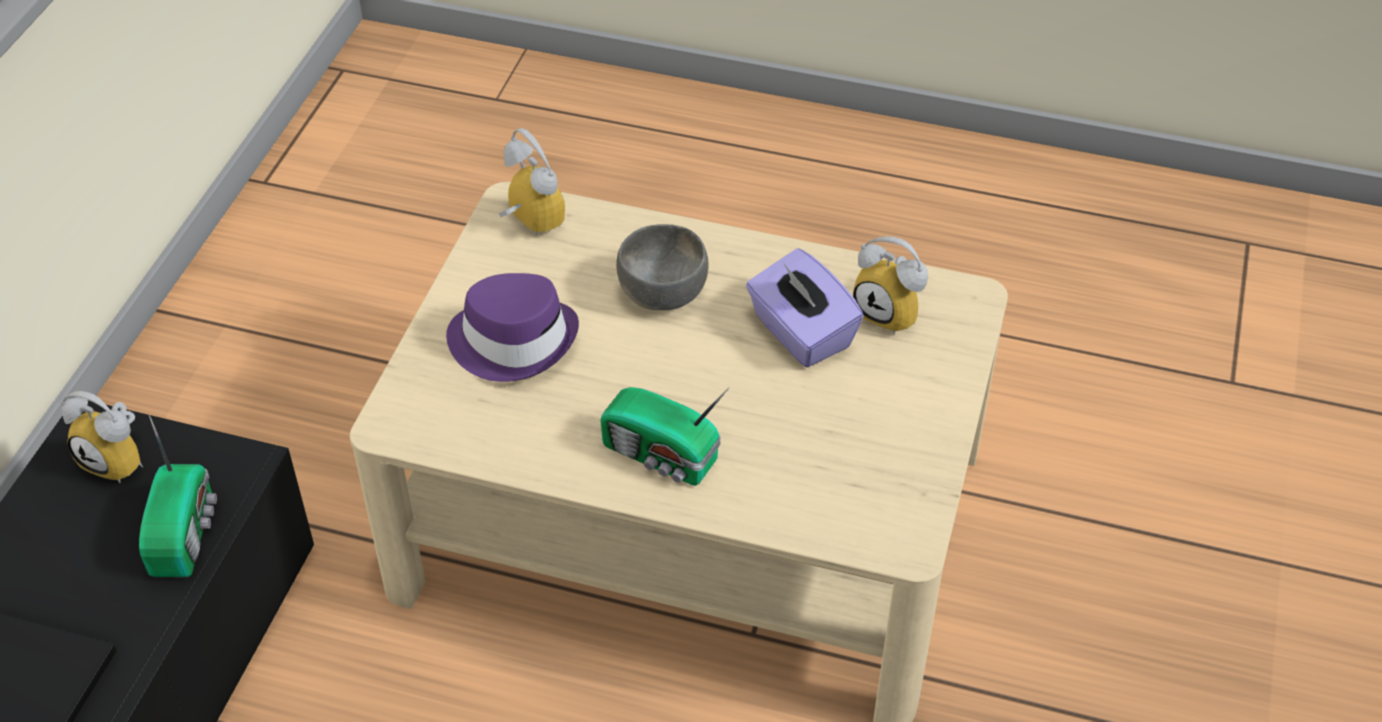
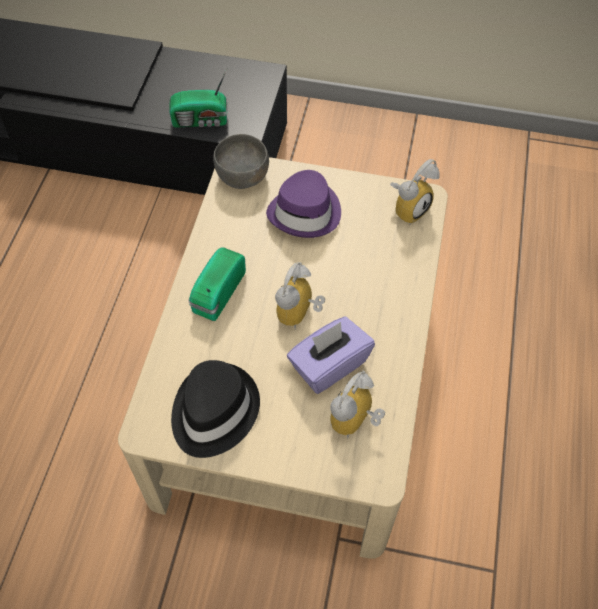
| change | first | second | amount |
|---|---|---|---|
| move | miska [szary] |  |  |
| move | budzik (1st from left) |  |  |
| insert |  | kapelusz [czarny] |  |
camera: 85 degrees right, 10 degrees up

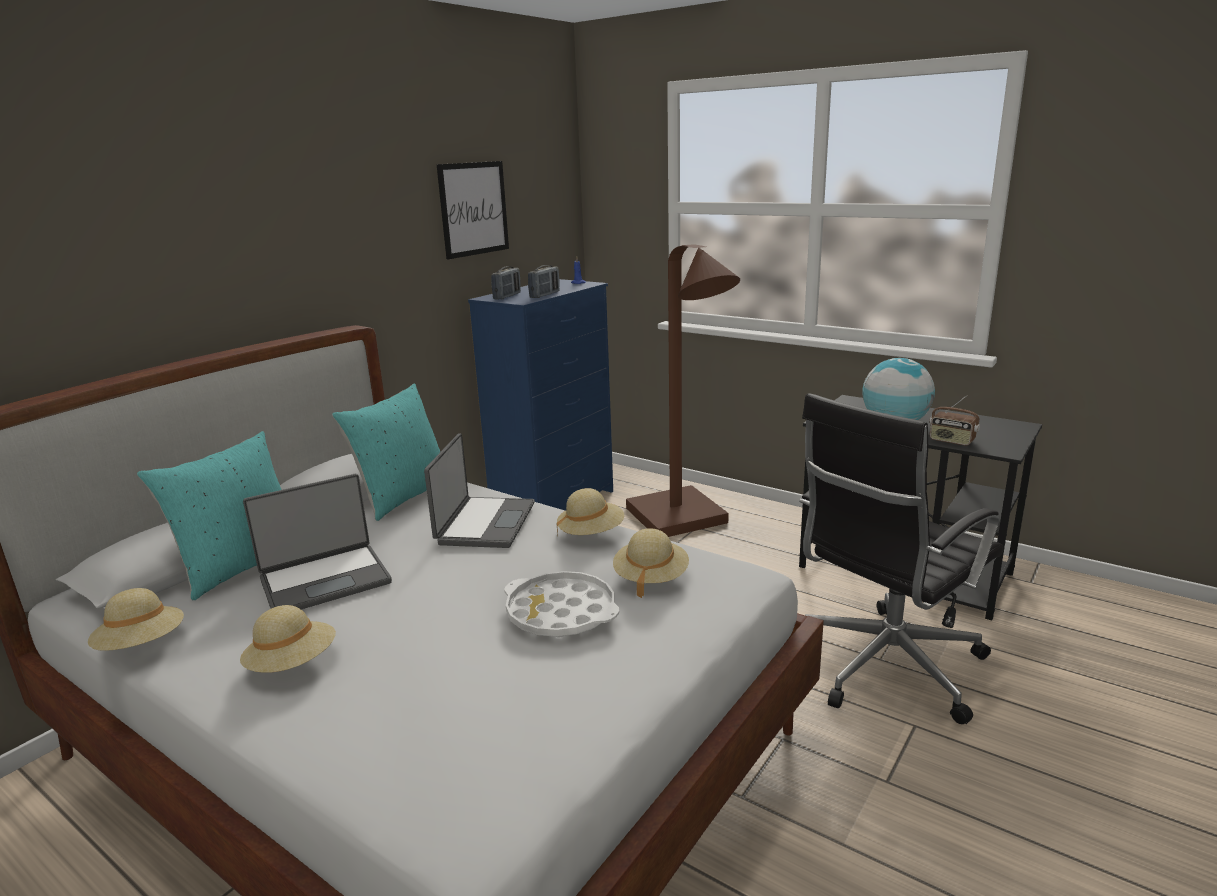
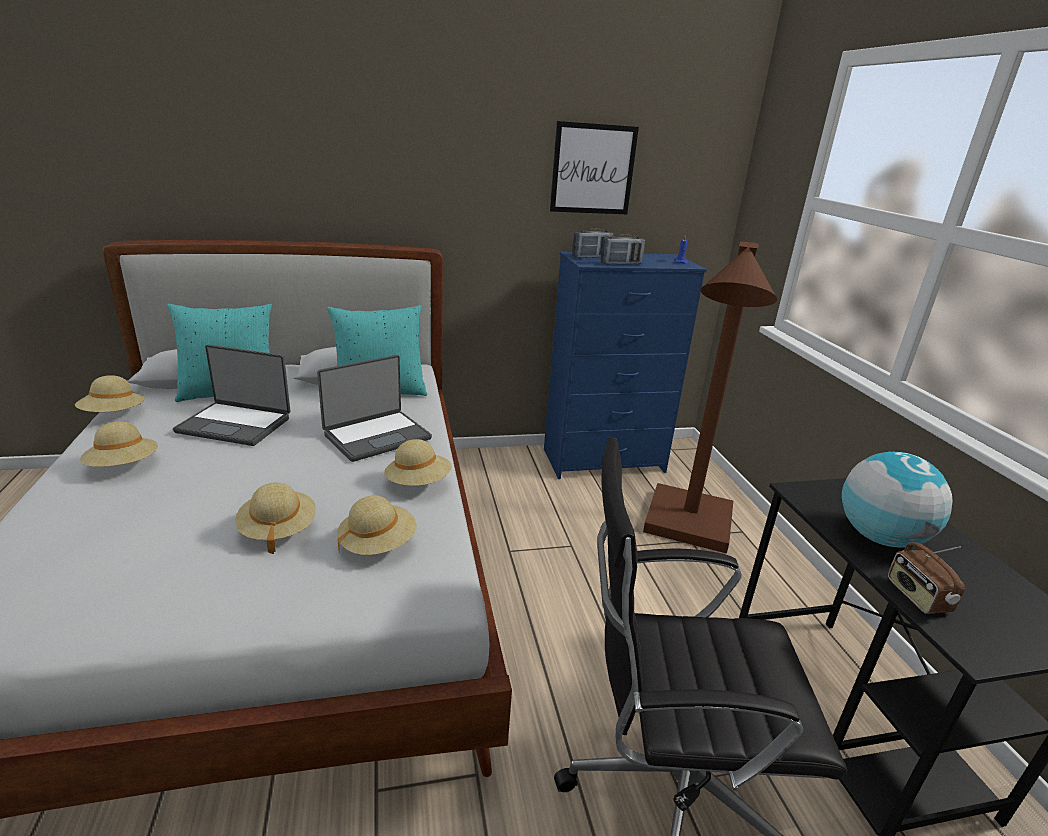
| change | first | second | amount |
|---|---|---|---|
| replace | taca [biały] | kapelusz [beżowy] (3rd from left) |  |
camera: 40 degrees right, 5 degrees up

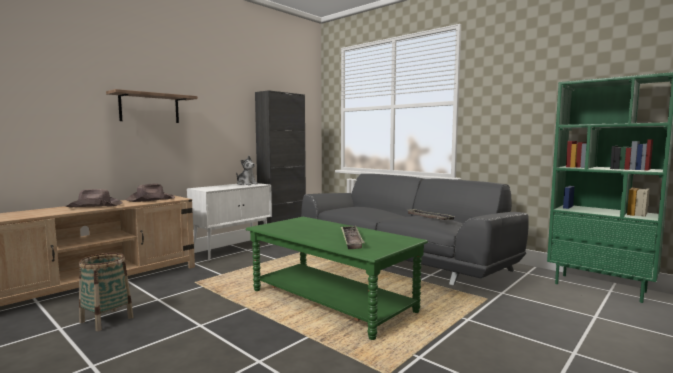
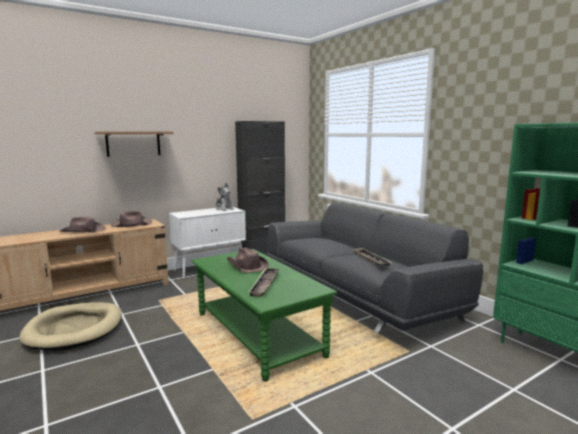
| change | first | second | amount |
|---|---|---|---|
| replace | koszyk | legowisko [beżowy] |  |
| insert |  | kapelusz [brązowy] (3rd from left) |  |
camera: 15 degrees right, 5 degrees up

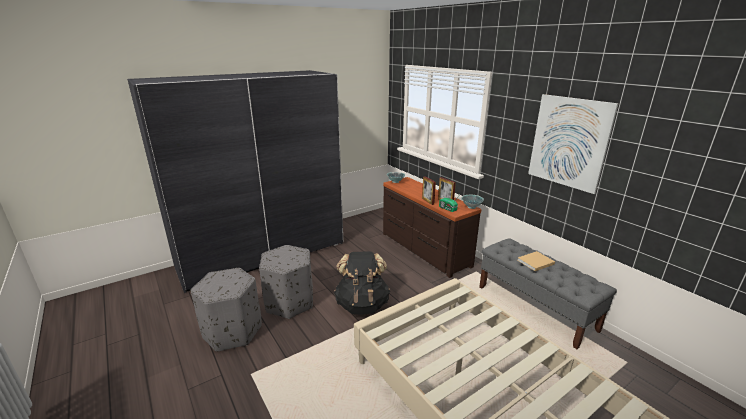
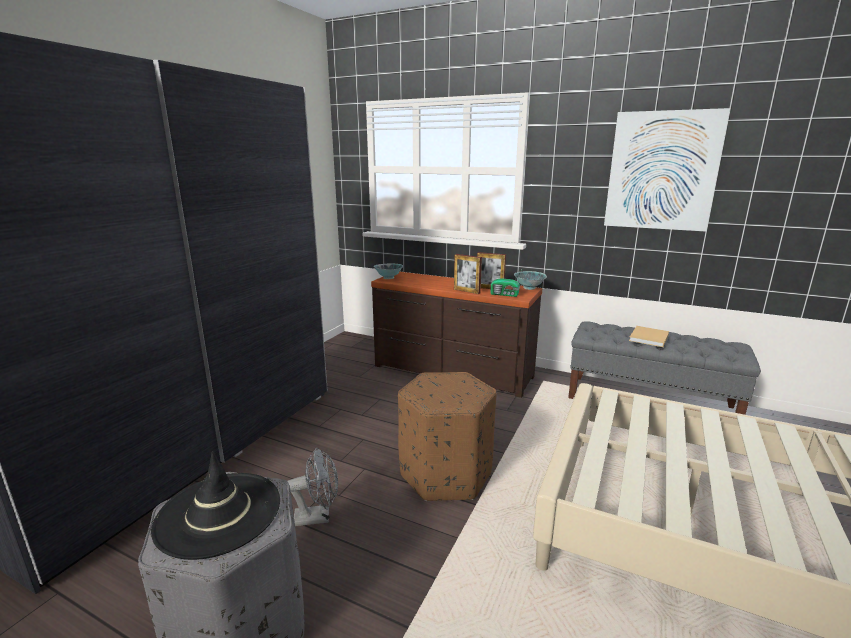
| change | first | second | amount |
|---|---|---|---|
| replace | pufa [szary] (2nd from left) | wentylator [szary] |  |
| replace | plecak [czarny] | pufa [brązowy] |  |
| insert |  | kapelusz [czarny] |  |
camera: 30 degrees left, 5 degrees down

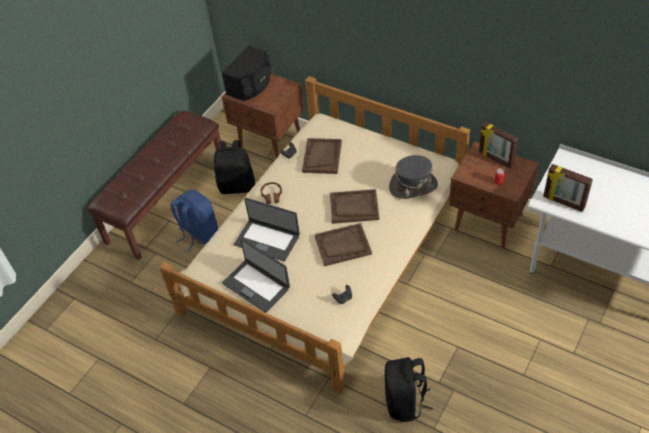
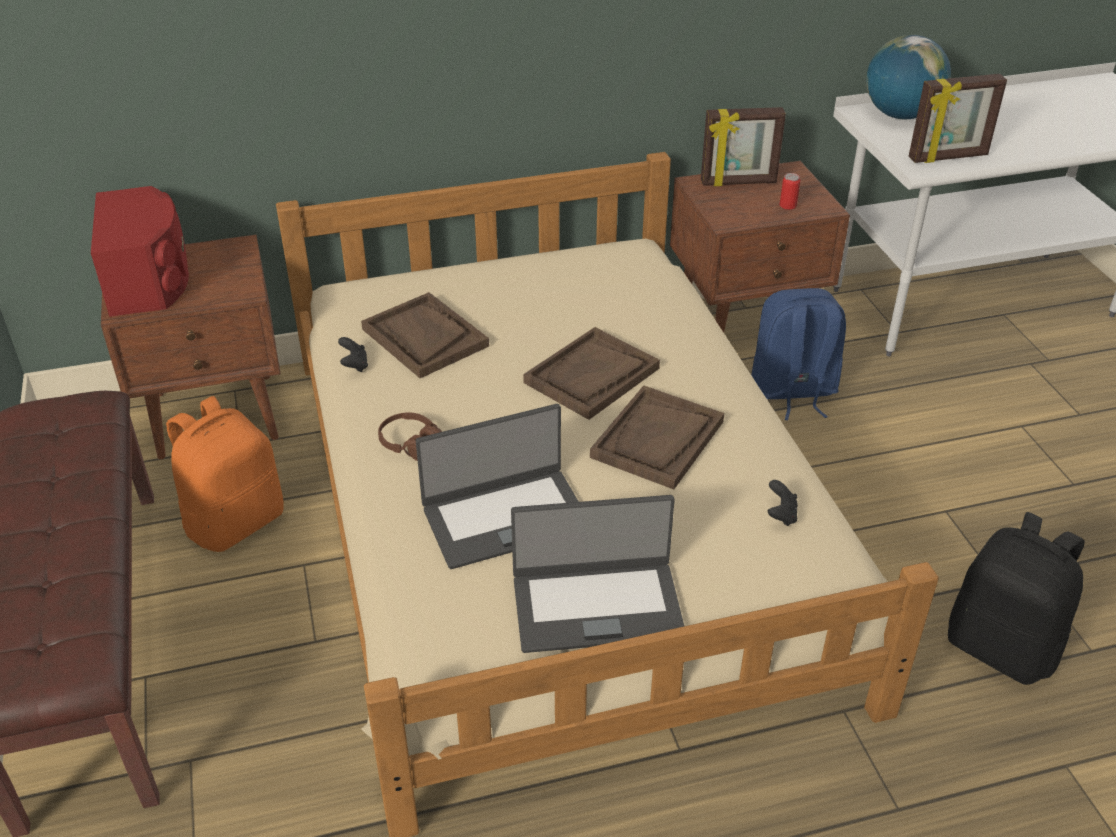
| change | first | second | amount |
|---|---|---|---|
| recolor | głośnik [czarny] | głośnik [czerwony] |  |
| recolor | plecak [czarny] (1st from left) | plecak [pomarańczowy] |  |
| delete | kapelusz [szary] |  |  |
| move | plecak [niebieski] |  |  |
| insert |  | globus |  |
camera: 50 degrees left, 10 degrees down

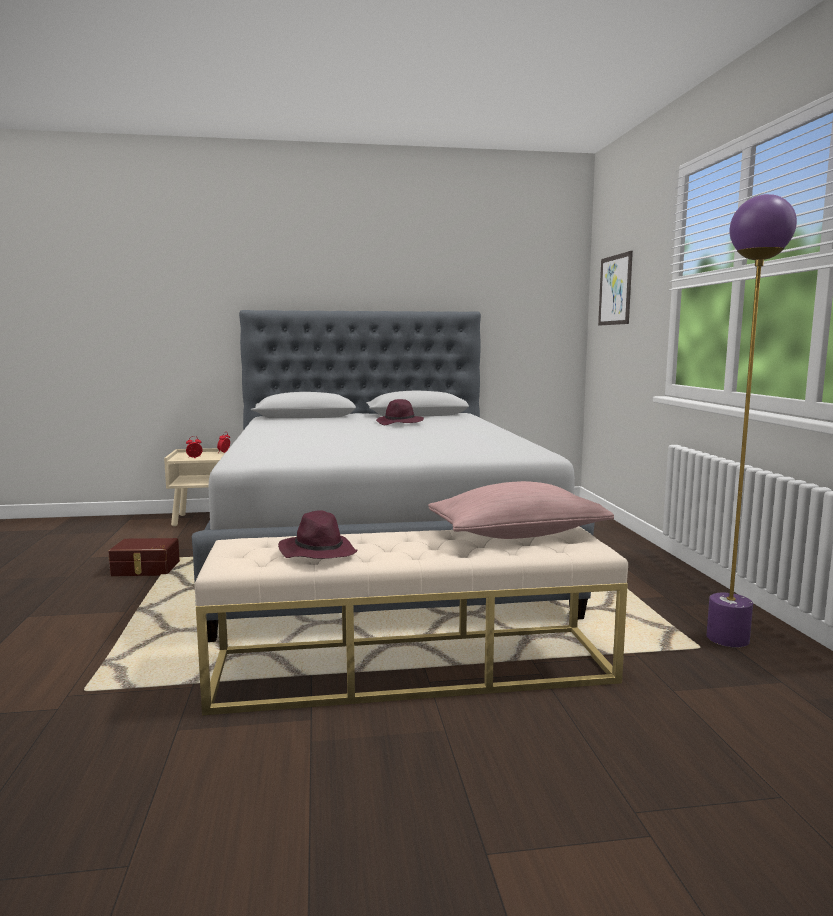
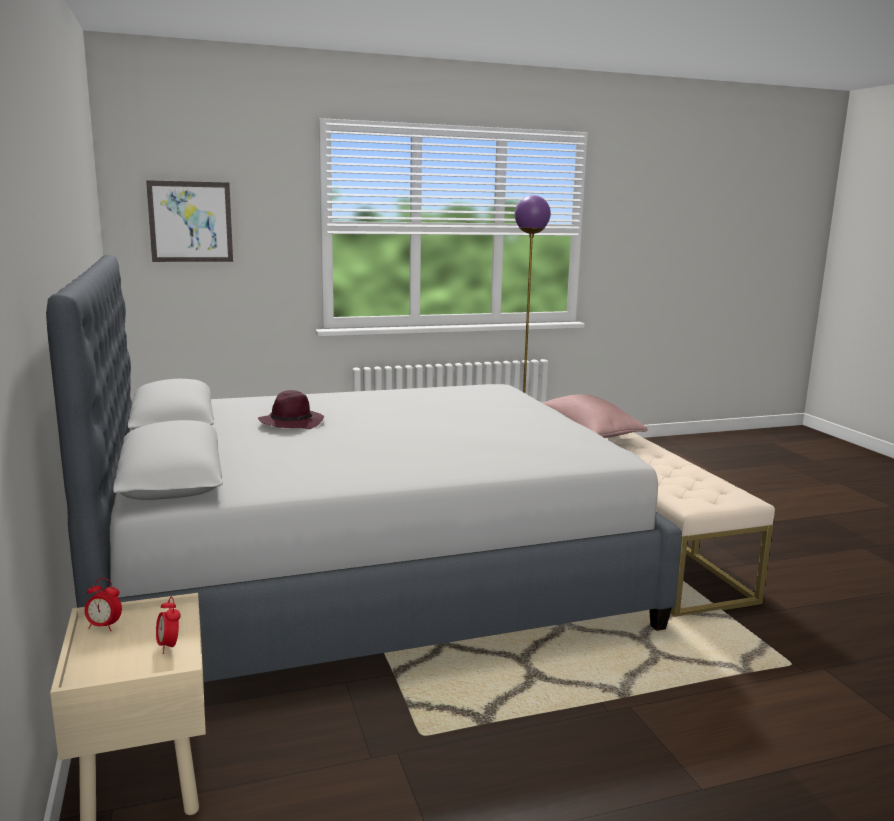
| change | first | second | amount |
|---|---|---|---|
| delete | kapelusz [fioletowy] (1st from left) |  |  |
| delete | pojemnik do przechowywania [brązowy] |  |  |
camera: 100 degrees left, 5 degrees up

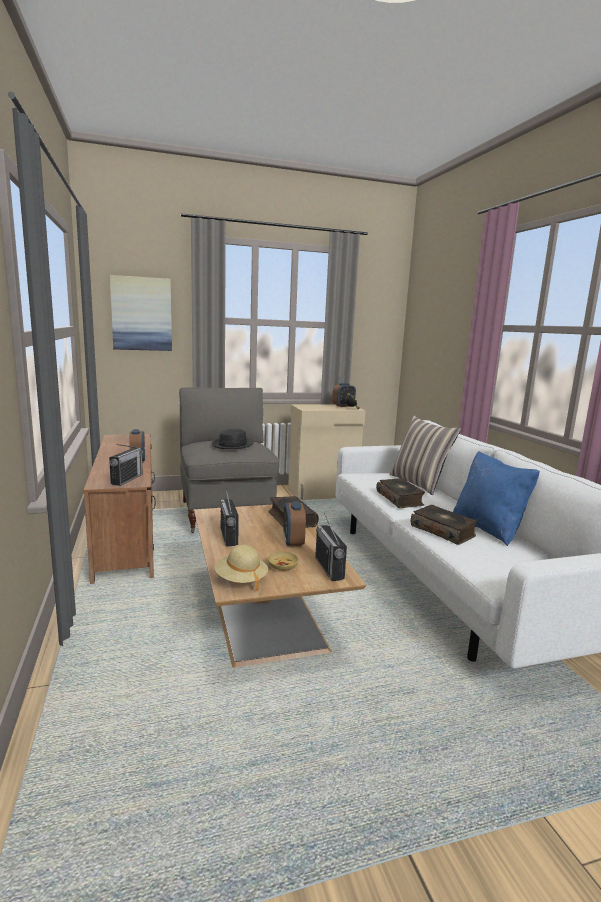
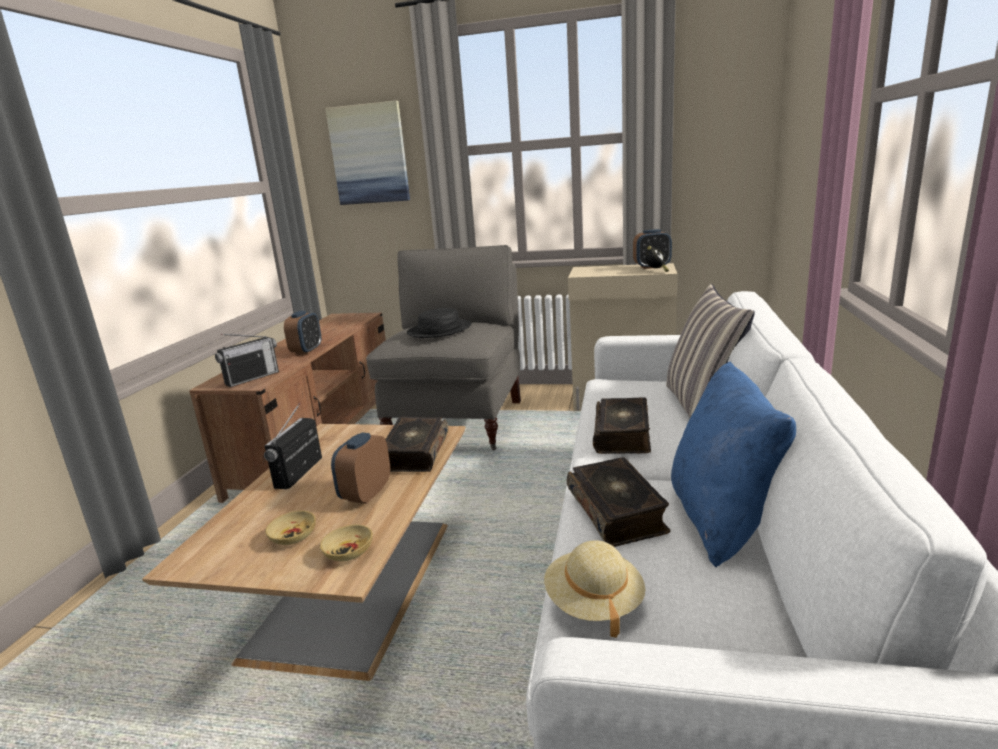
| change | first | second | amount |
|---|---|---|---|
| replace | radio (3rd from left) | miska [beżowy] (2nd from left) |  |
| move | kapelusz [beżowy] |  |  |
camera: 30 degrees right, 5 degrees up

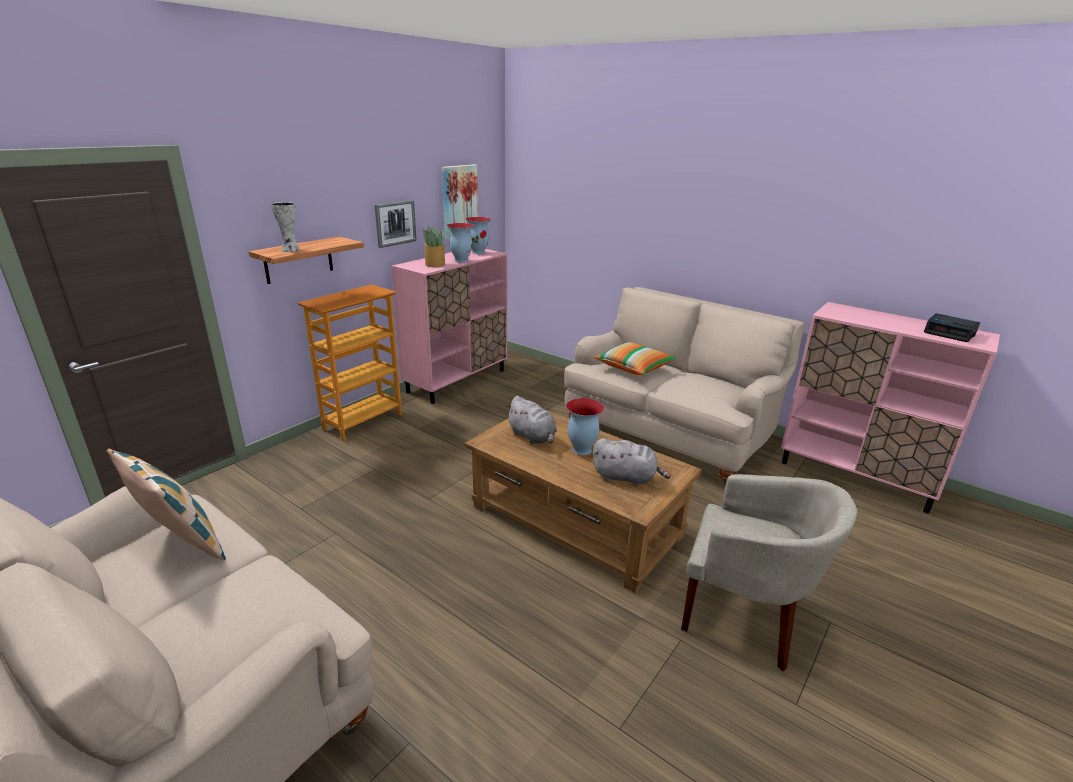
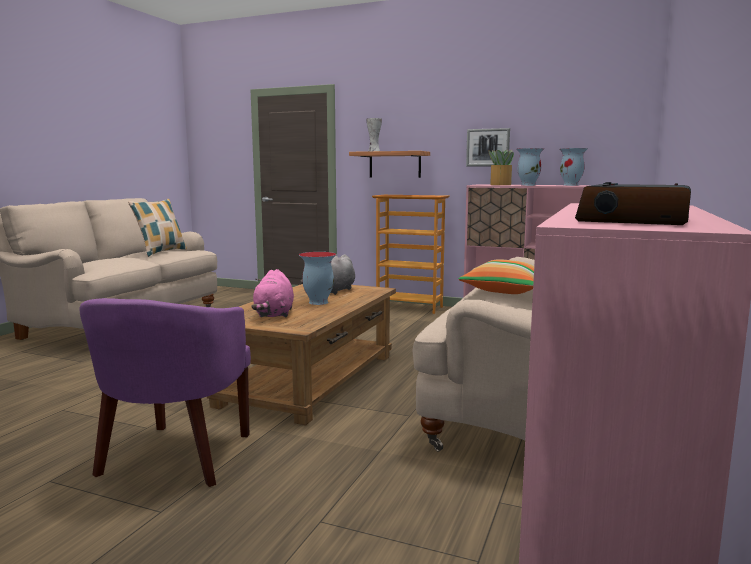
| change | first | second | amount |
|---|---|---|---|
| delete | obraz (2nd from left) |  |  |
| recolor | pluszak [szary] (2nd from left) | pluszak [różowy] |  |
| recolor | fotel [beżowy] | fotel [fioletowy] |  |
camera: 75 degrees right, 15 degrees down

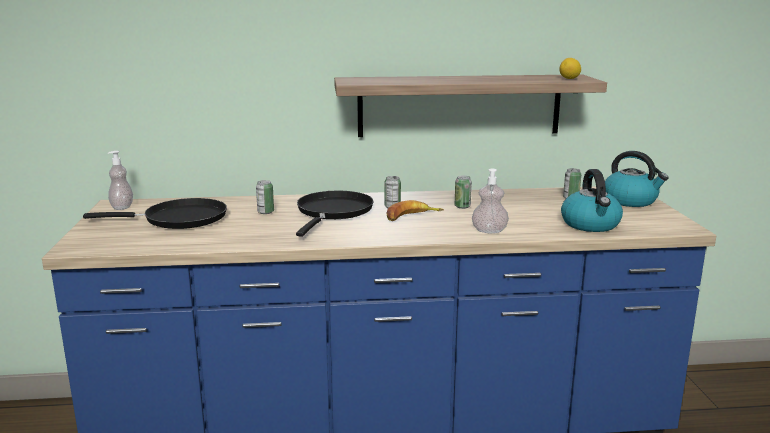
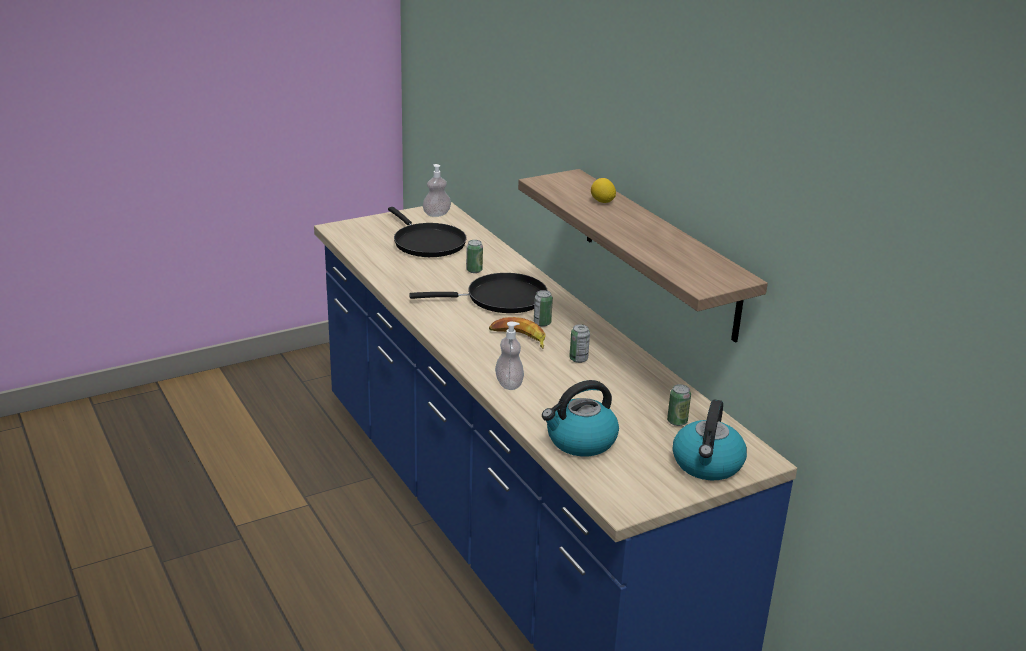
| change | first | second | amount |
|---|---|---|---|
| move | cytryna |  |  |
camera: 65 degrees right, 10 degrees up

